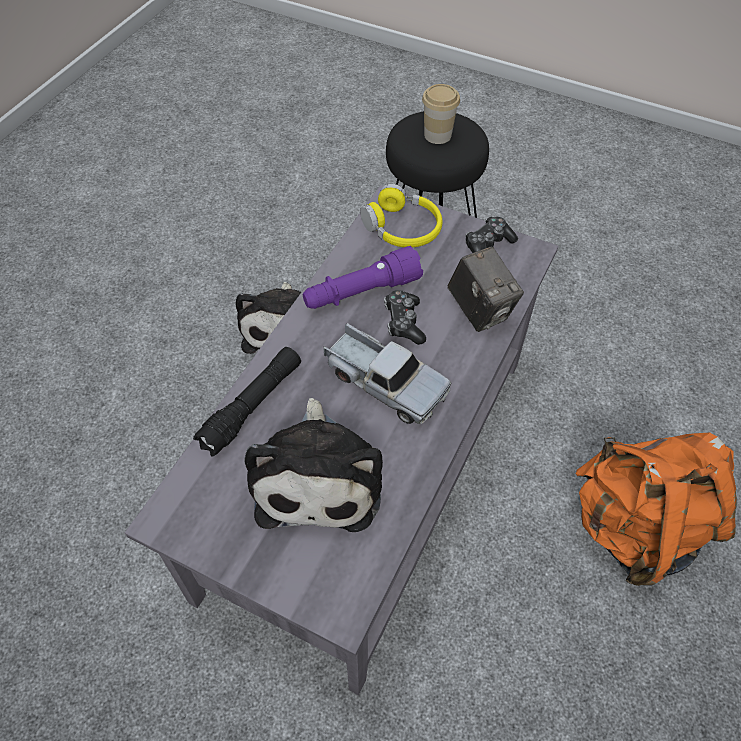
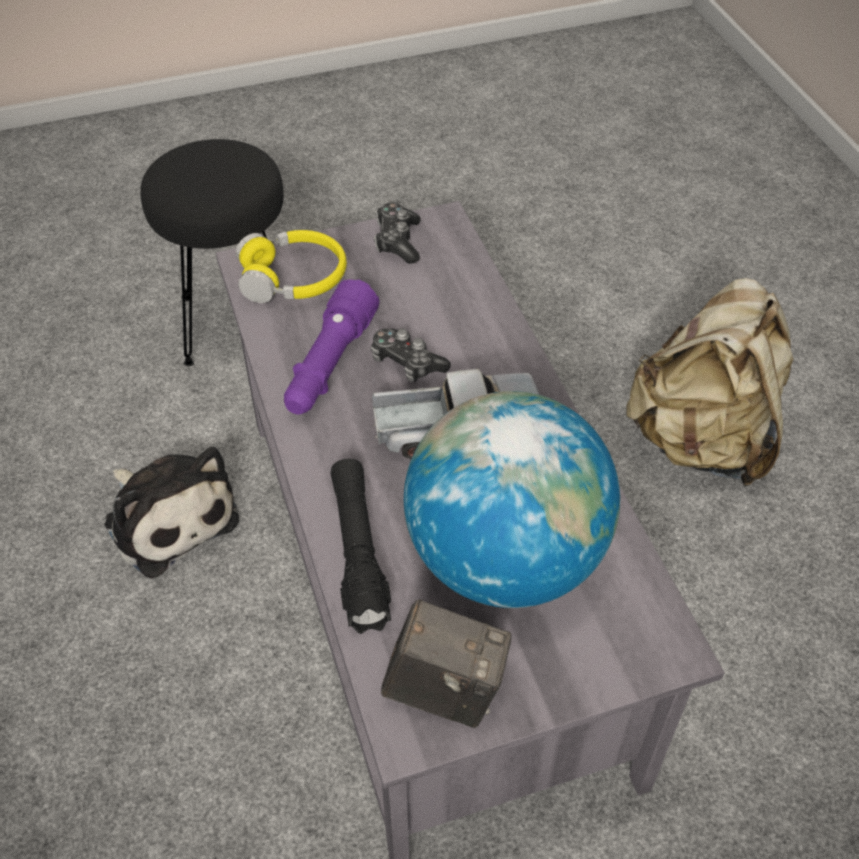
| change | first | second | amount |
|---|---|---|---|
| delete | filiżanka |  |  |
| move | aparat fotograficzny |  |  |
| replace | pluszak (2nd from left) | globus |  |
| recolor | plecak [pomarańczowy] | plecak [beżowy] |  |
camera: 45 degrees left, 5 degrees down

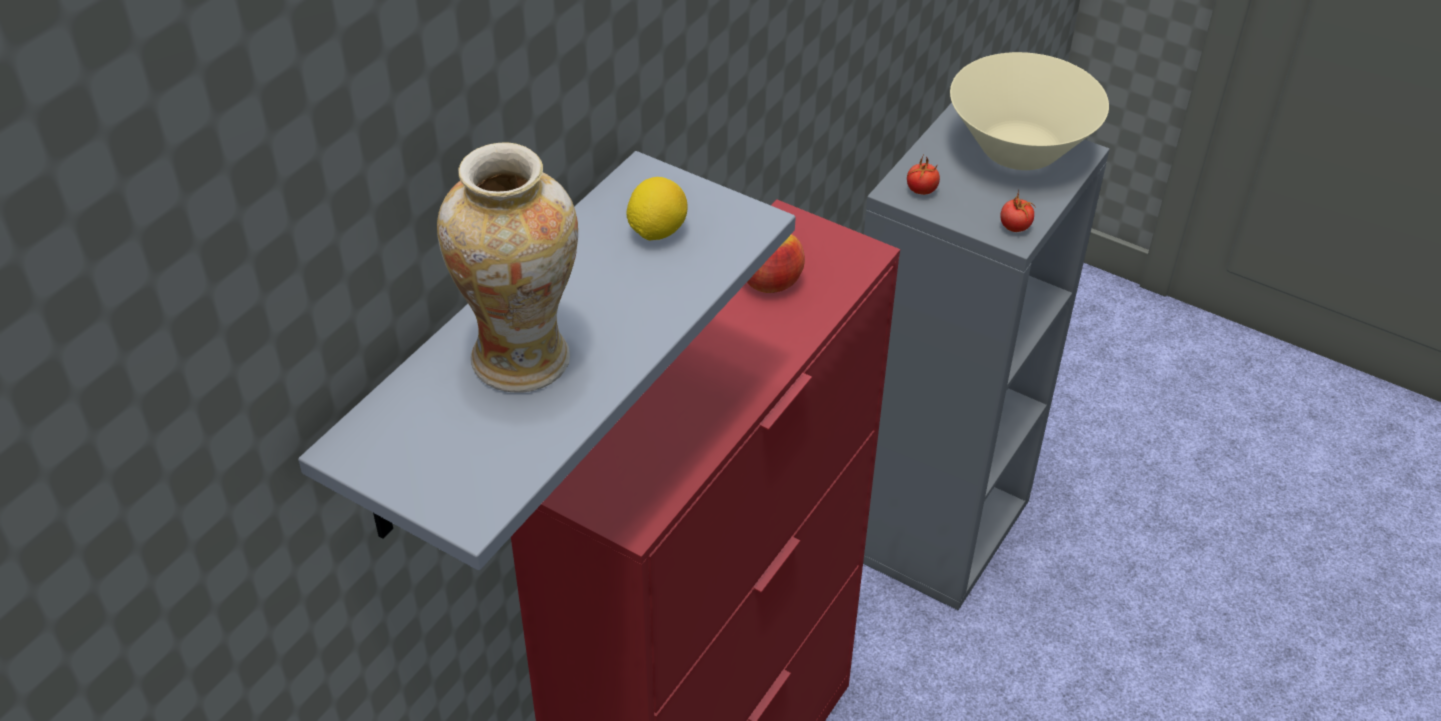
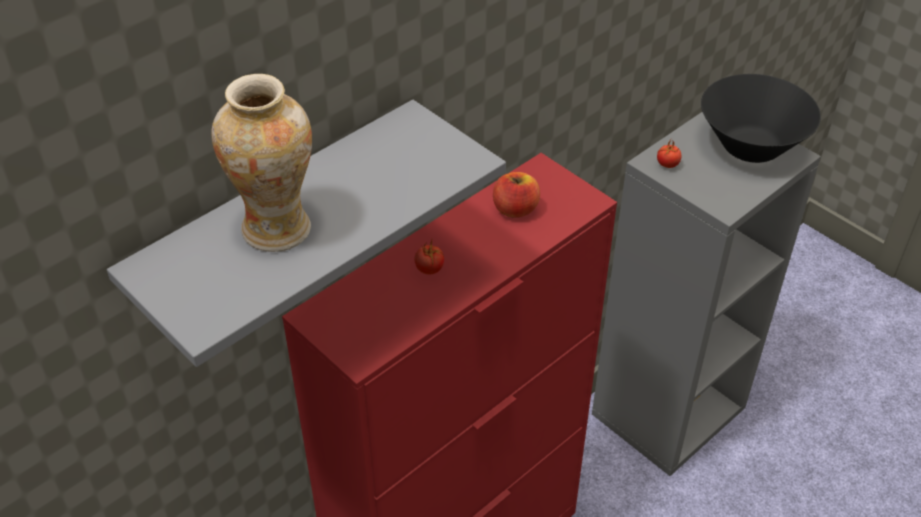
| change | first | second | amount |
|---|---|---|---|
| recolor | miska [beżowy] | miska [czarny] |  |
| delete | cytryna |  |  |
| move | pomidor (2nd from left in the first image) | pomidor (1st from left) |  |
camera: 15 degrees right, 0 degrees up

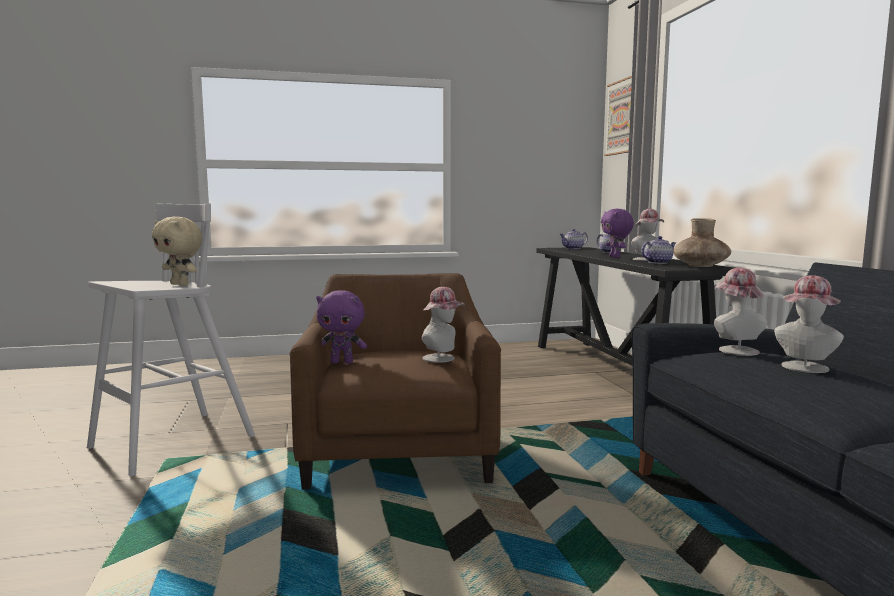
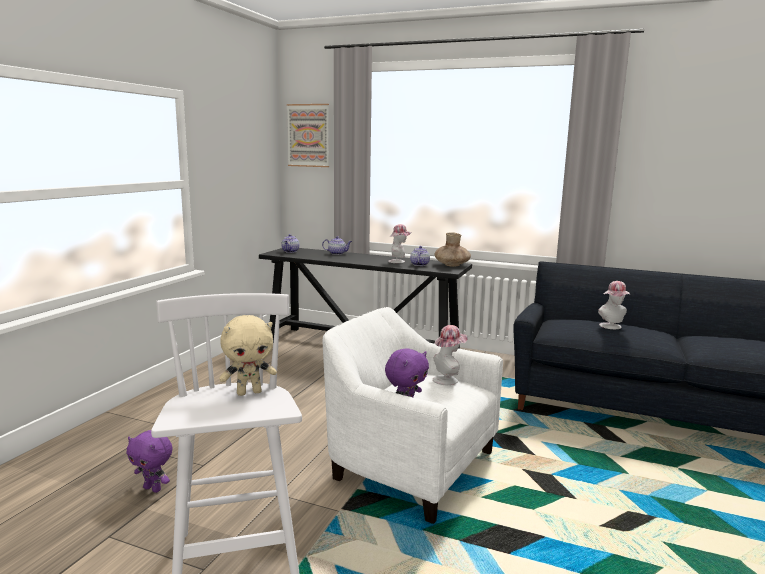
| change | first | second | amount |
|---|---|---|---|
| move | pluszak [fioletowy] (2nd from left in the first image) | pluszak [fioletowy] (1st from left) |  |
| delete | kapelusz (3rd from left) |  |  |
| recolor | fotel [brązowy] | fotel [biały] |  |
camera: 55 degrees left, 5 degrees up

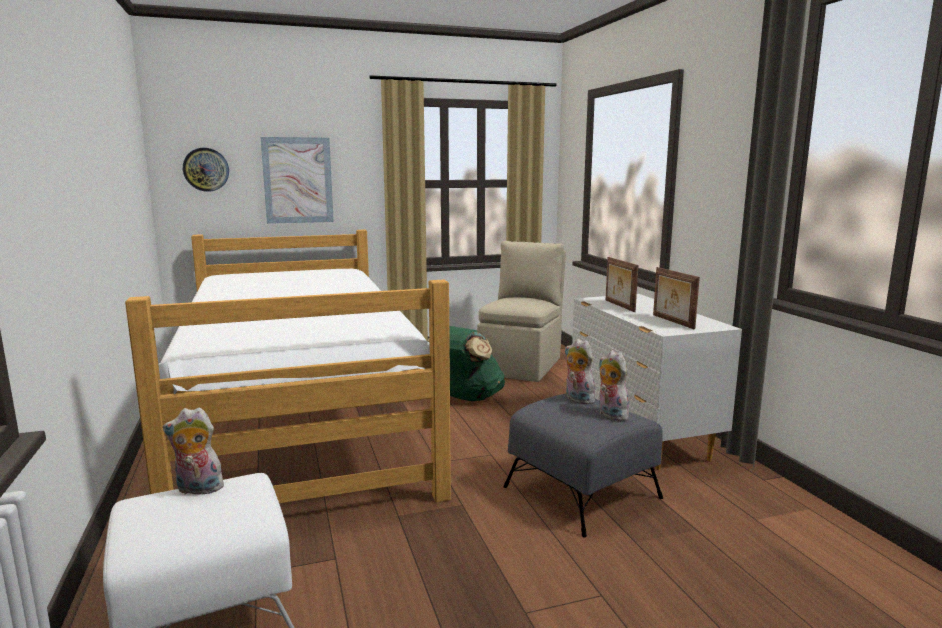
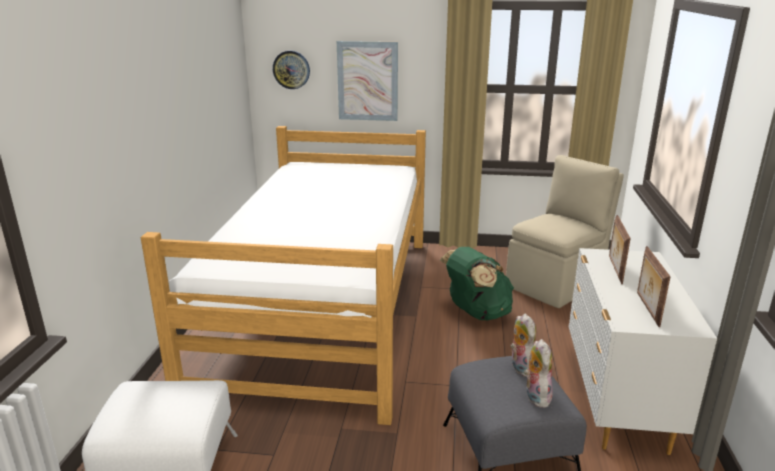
| change | first | second | amount |
|---|---|---|---|
| delete | pluszak (1st from left) |  |  |
camera: 25 degrees right, 10 degrees up

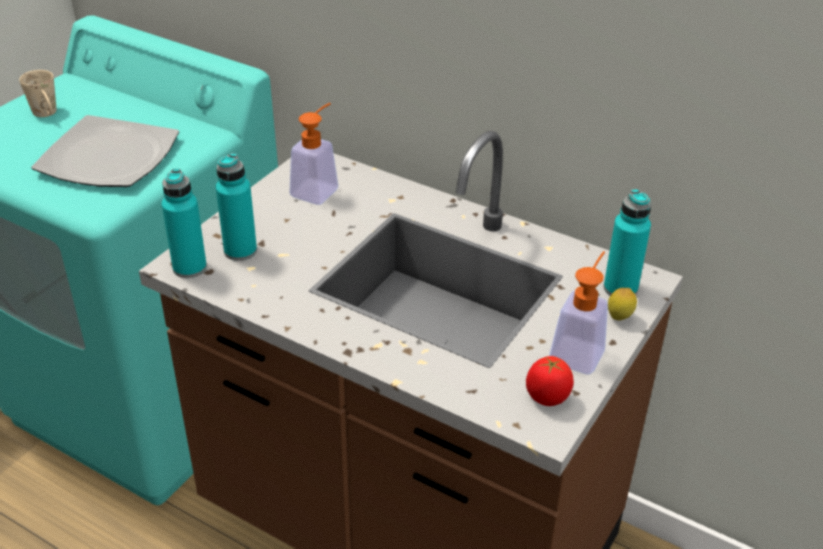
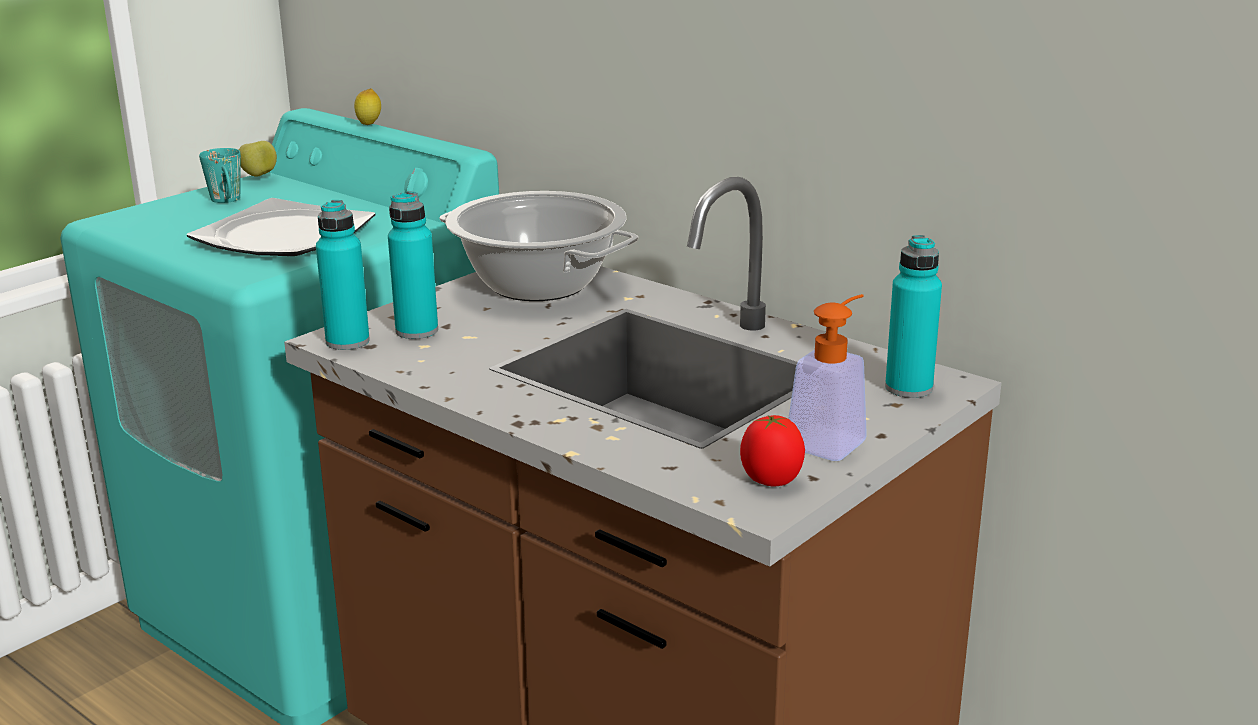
| change | first | second | amount |
|---|---|---|---|
| recolor | kubek [beżowy] | kubek [turkusowy] |  |
| replace | dozownik mydła (1st from left) | garnek |  |
| move | cytryna |  |  |
| insert |  | jabłko |  |
camera: 10 degrees right, 15 degrees down

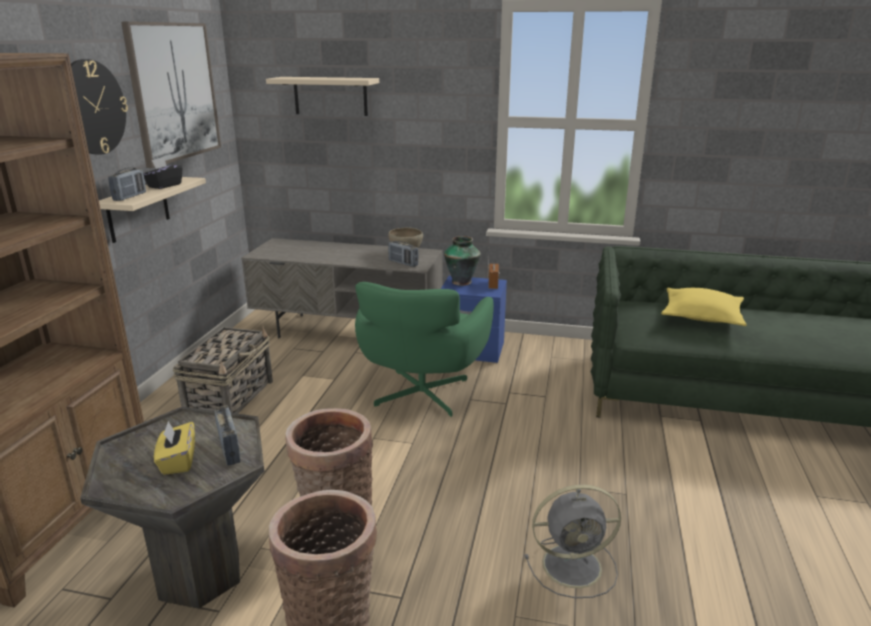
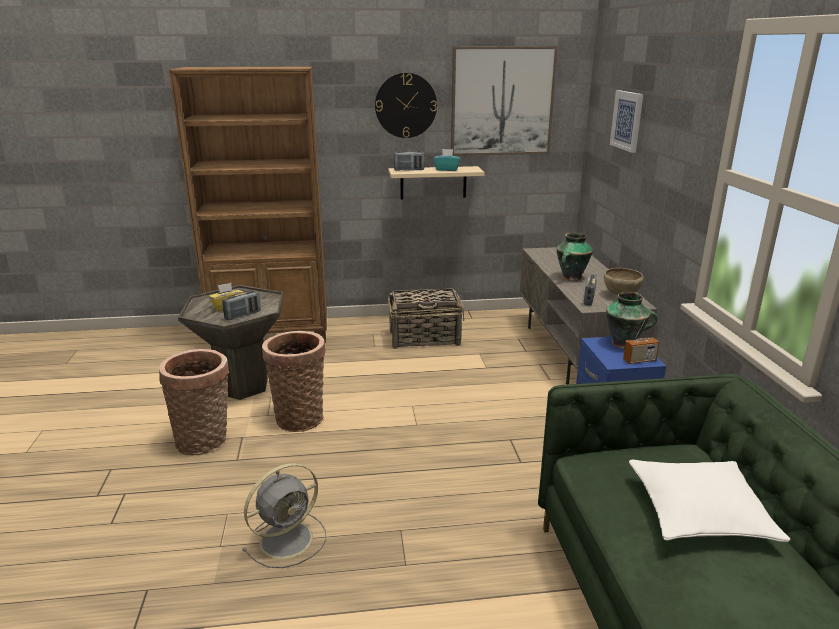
| change | first | second | amount |
|---|---|---|---|
| replace | półka [beżowy] (2nd from left) | obraz (2nd from left) |  |
| recolor | pudełko chusteczek [czarny] | pudełko chusteczek [turkusowy] |  |
| delete | fotel [zielony] |  |  |
| recolor | poduszka [żółty] | poduszka [biały] |  |
| rotate | wentylator [szary] |  | 105 degrees counterclockwise |
| insert |  | wazon (1st from left) |  |
camera: 70 degrees right, 0 degrees up

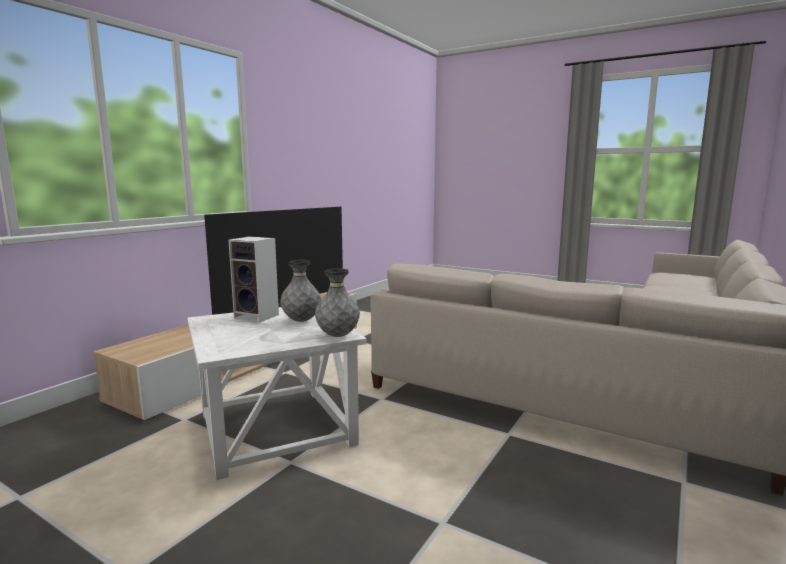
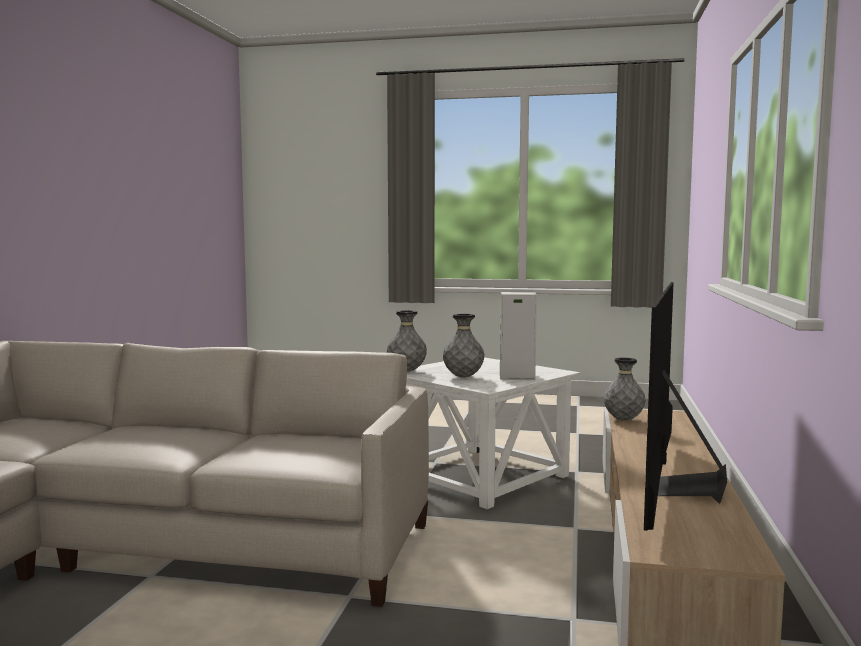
| change | first | second | amount |
|---|---|---|---|
| insert |  | wazon [szary] (3rd from left) |  |
camera: 160 degrees right, 5 degrees down

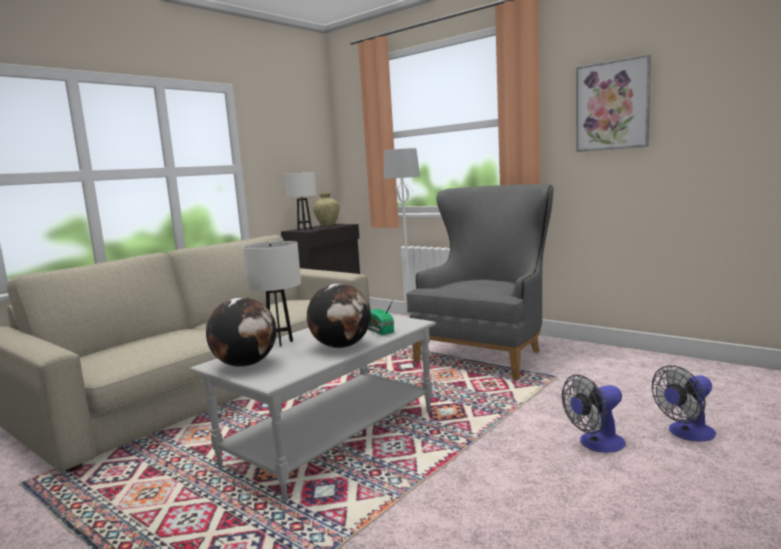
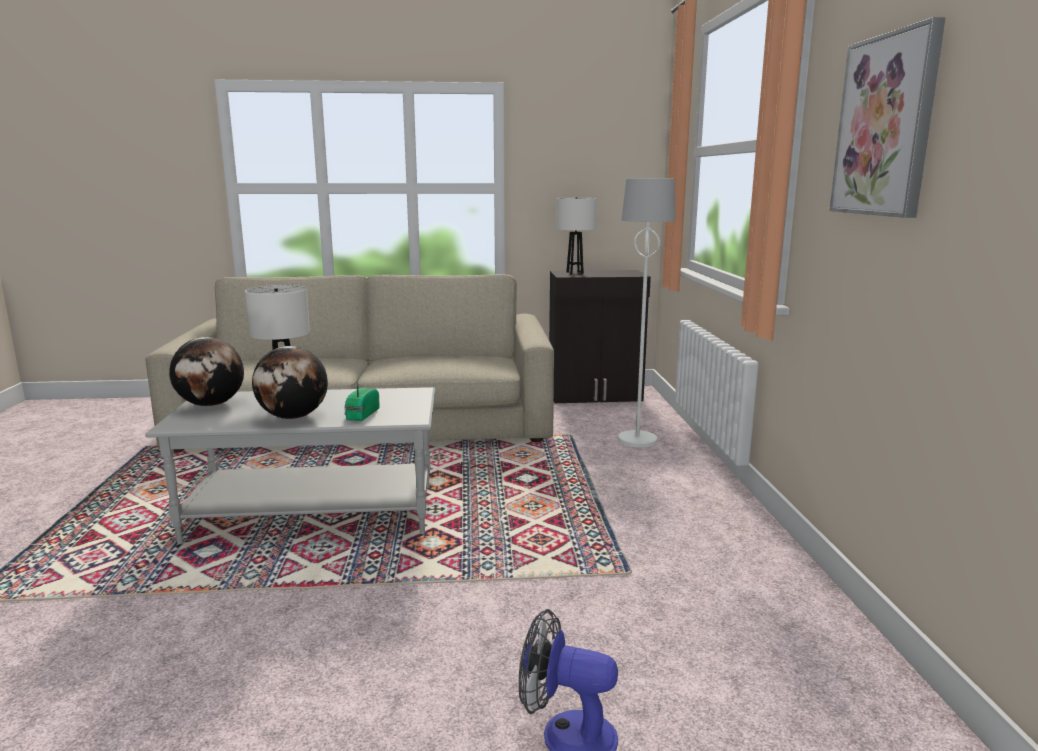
| change | first | second | amount |
|---|---|---|---|
| delete | fotel [szary] |  |  |
| delete | wazon [beżowy] |  |  |
| delete | wentylator (1st from left) |  |  |
camera: 45 degrees right, 5 degrees up

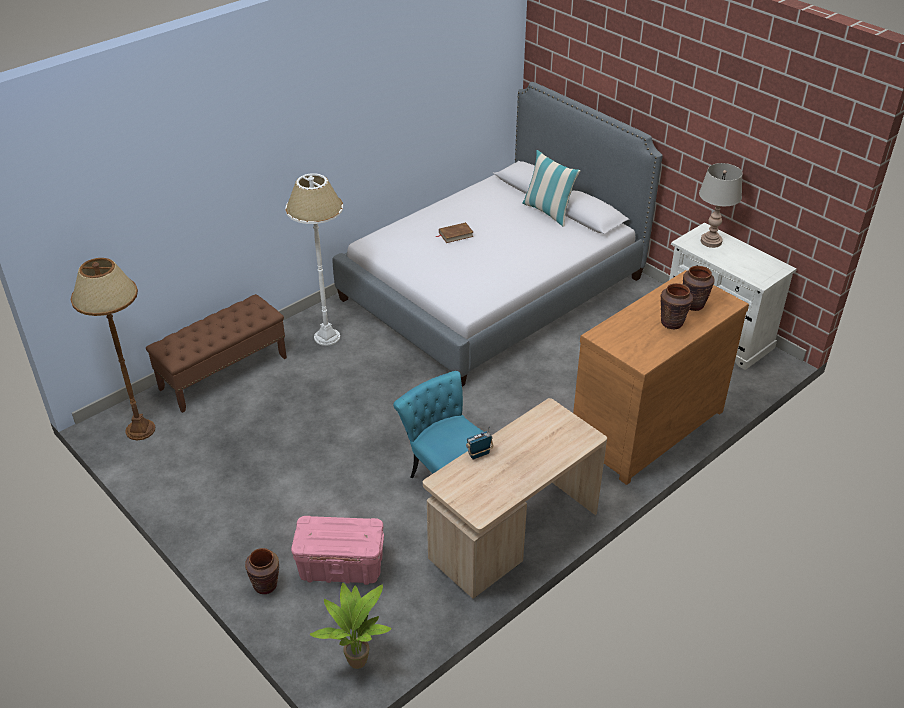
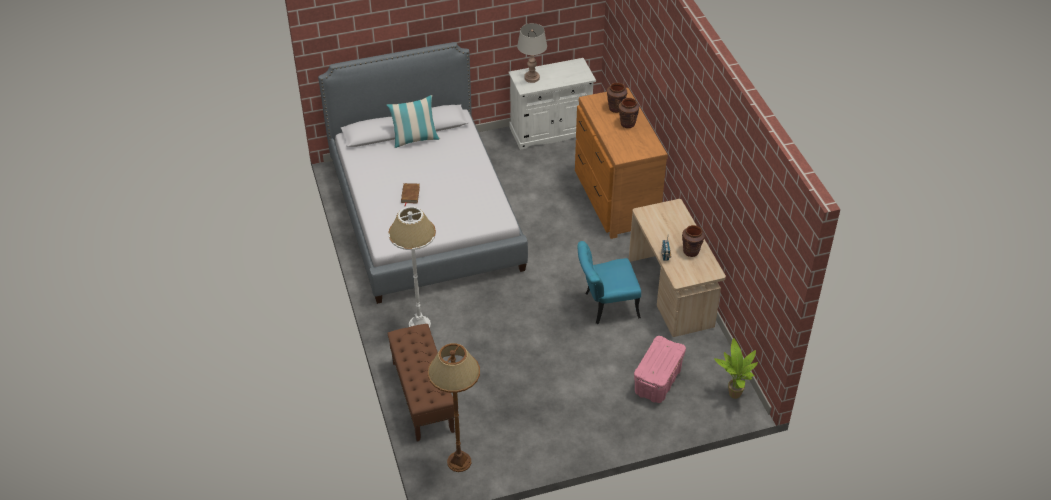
| change | first | second | amount |
|---|---|---|---|
| move | wazon [brązowy] (1st from left in the first image) | wazon [brązowy] (3rd from left) |  |
camera: 65 degrees left, 5 degrees up

